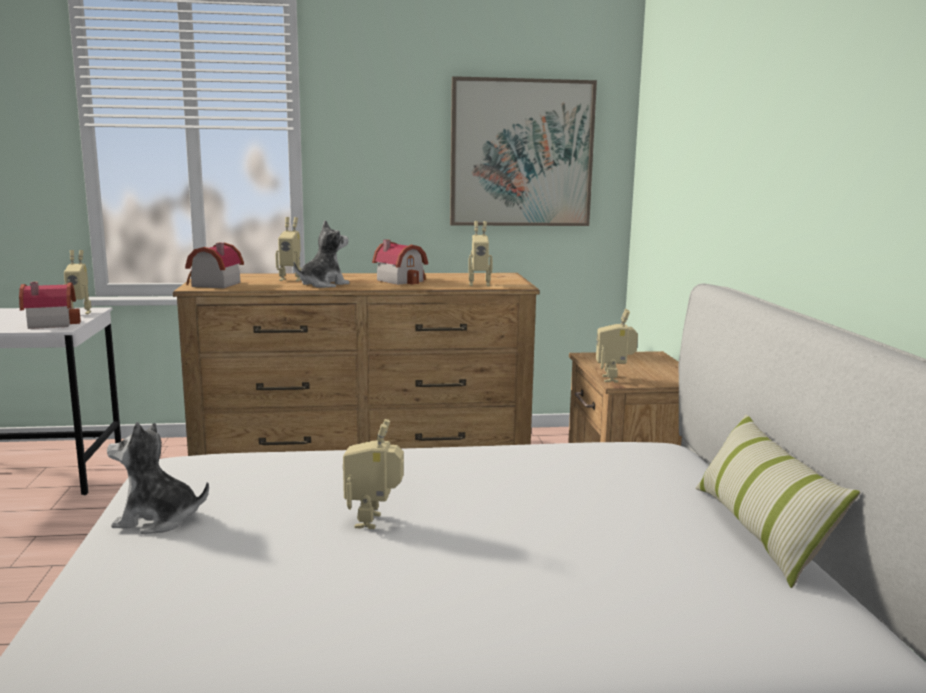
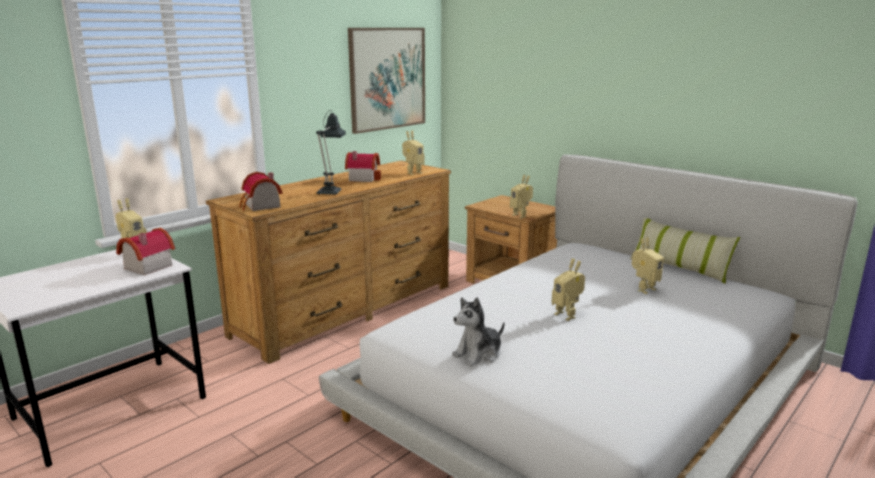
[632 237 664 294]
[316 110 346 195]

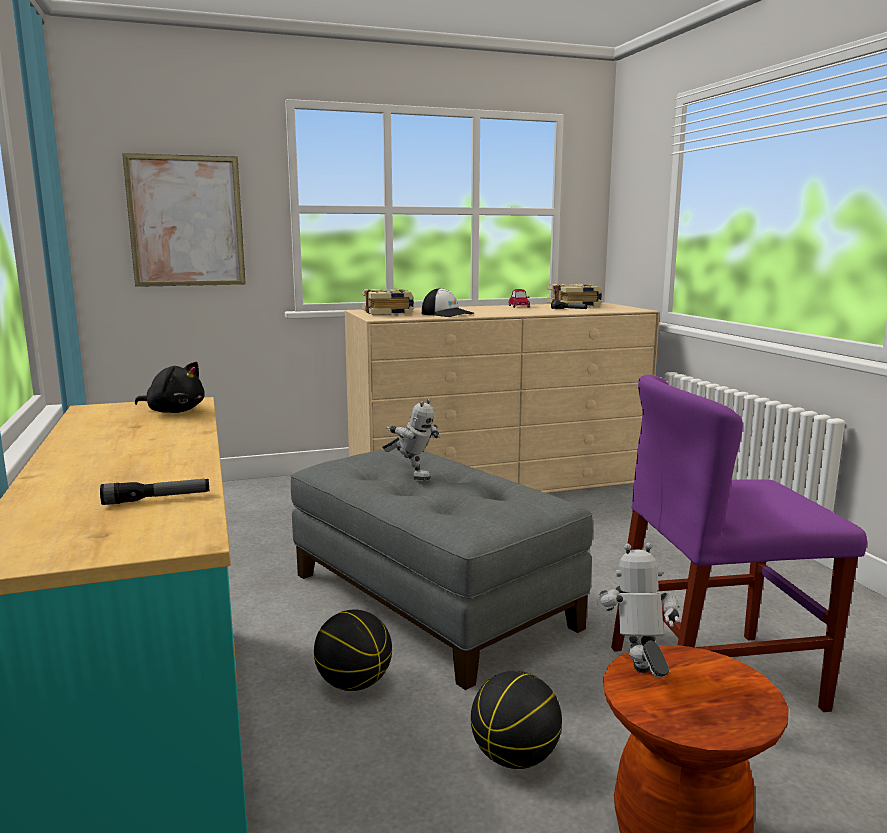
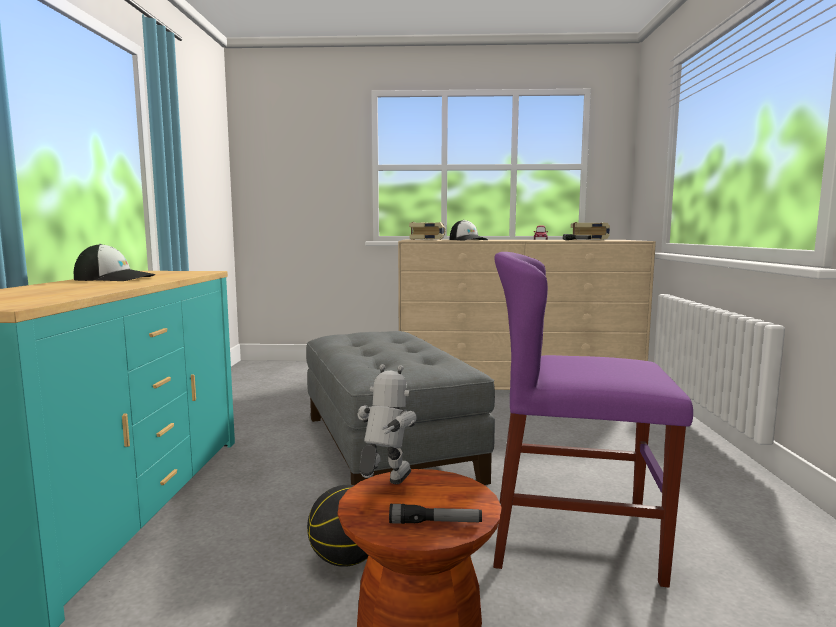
[122 153 246 287] (first image)
[135 362 205 413] (first image)
[314 610 392 691] (first image)
[382 399 440 480] (first image)
[74 244 155 281]
[389 504 482 524]

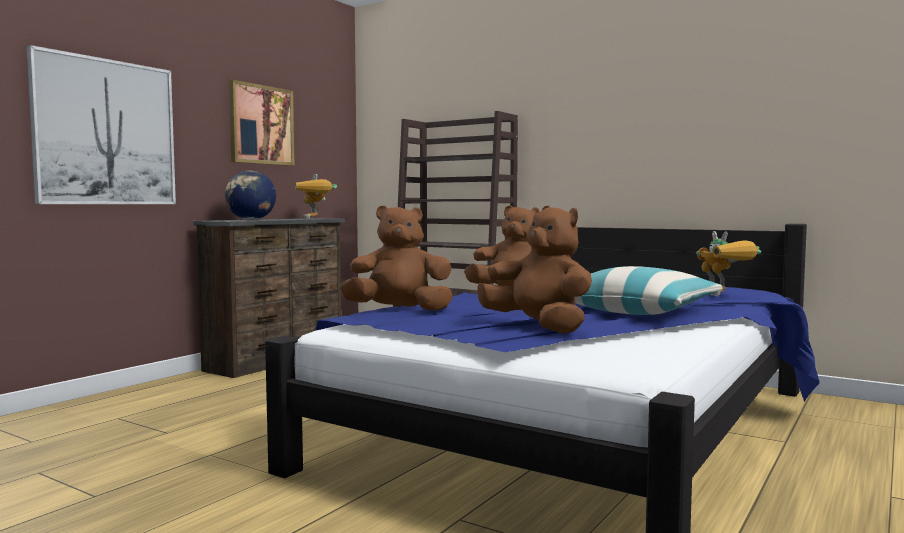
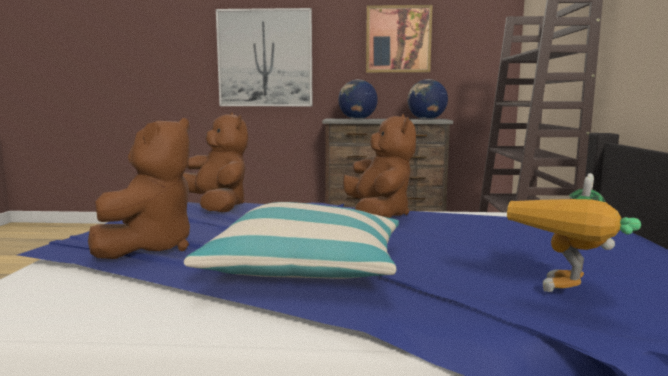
[408 79 448 120]

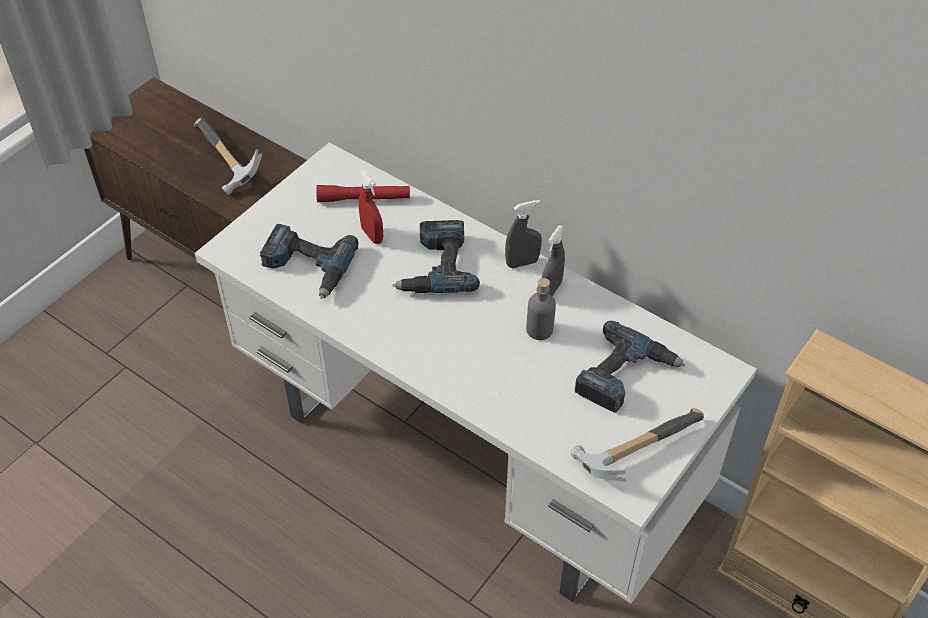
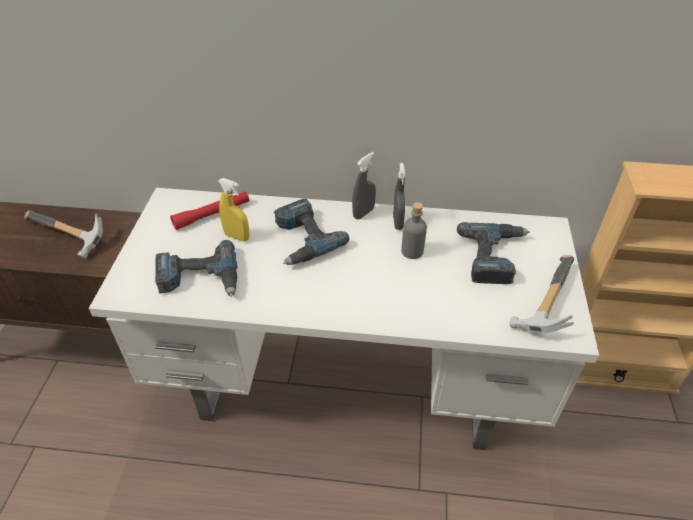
[218 178 250 242]

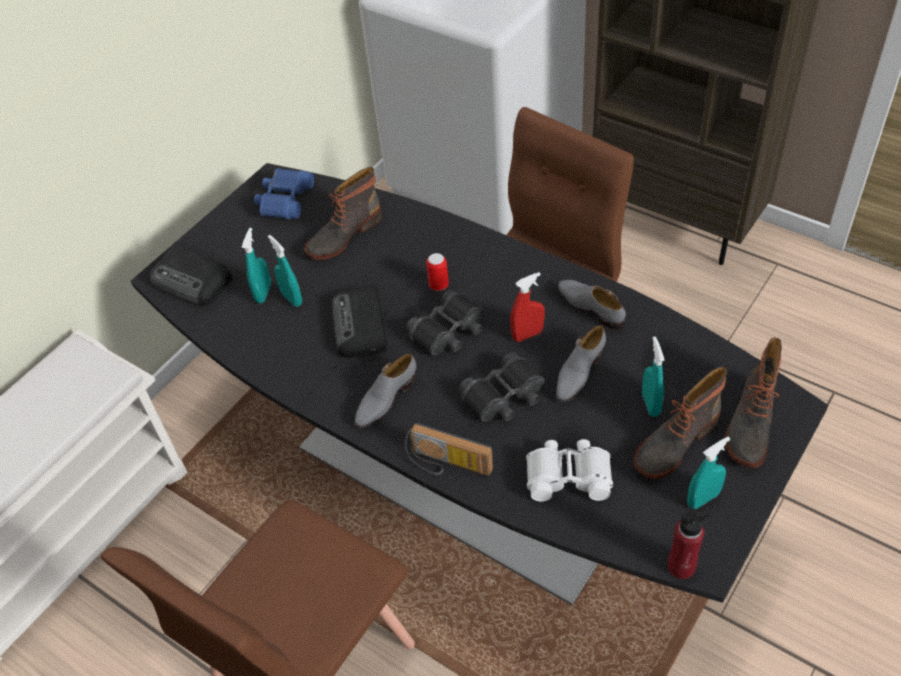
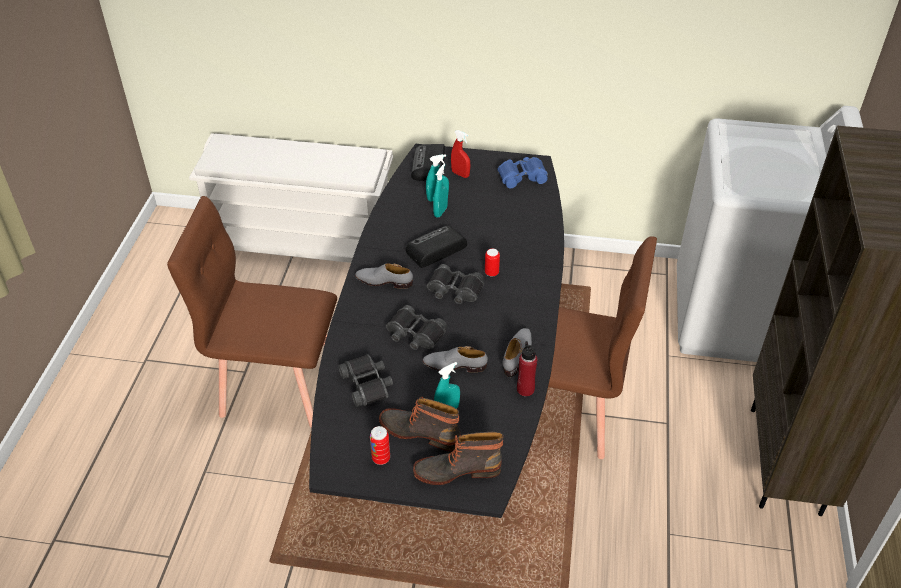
[303 167 382 260] (first image)
[405 423 493 476] (first image)
[451 130 470 178]
[517 341 538 396]
[370 426 390 465]
[338 354 393 407]

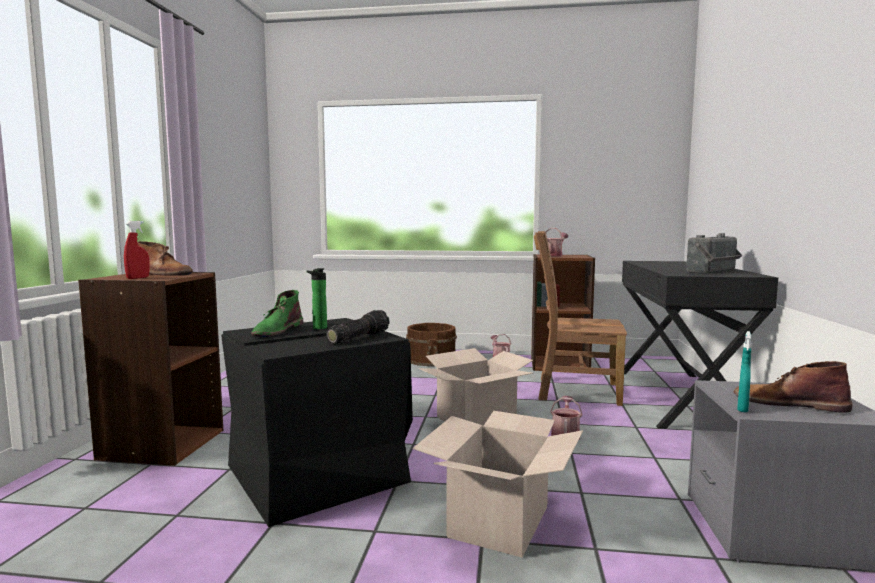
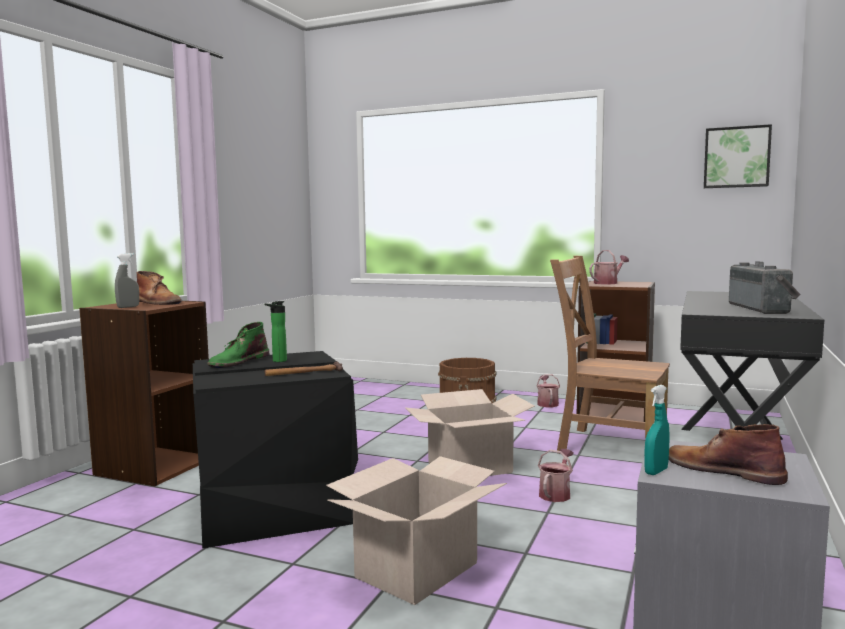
[704 124 772 188]
[265 361 343 376]
[115 253 139 308]
[729 261 801 314]

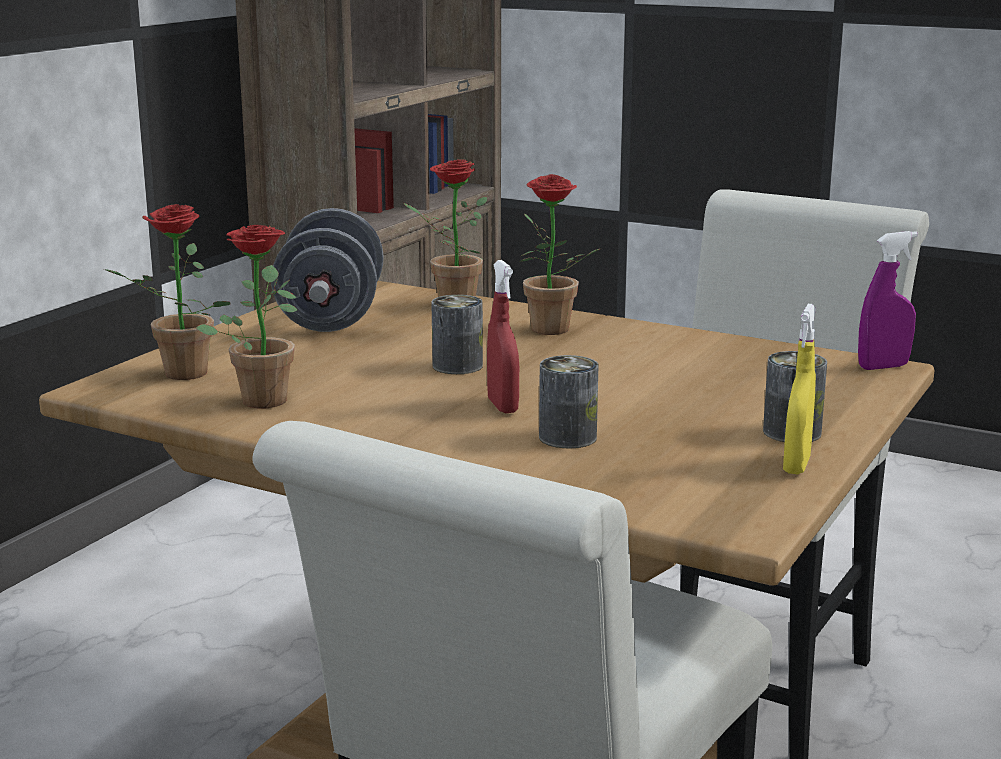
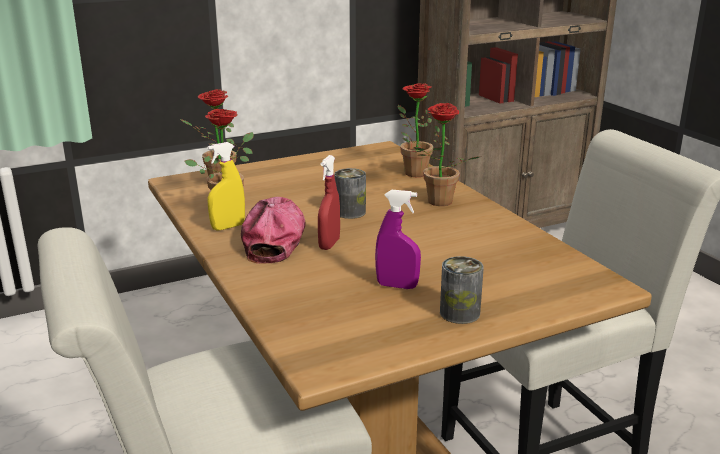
[271 208 384 332] (first image)
[539 355 599 449] (first image)
[241 197 306 263]
[207 142 245 231]
[375 190 421 289]

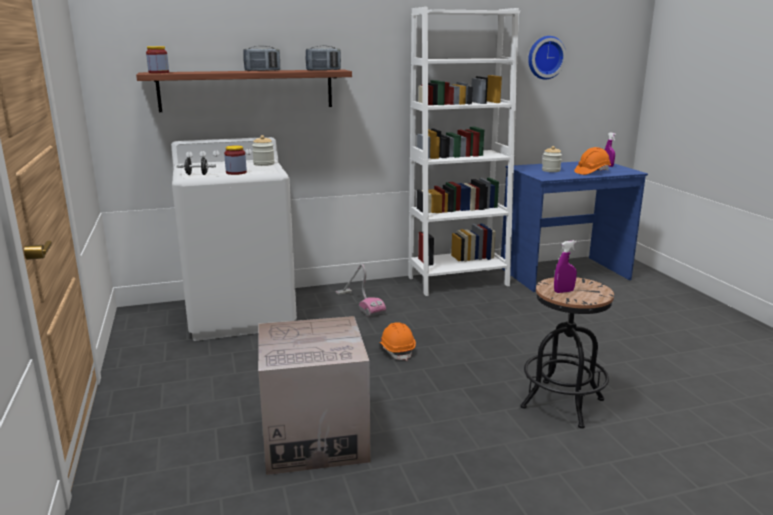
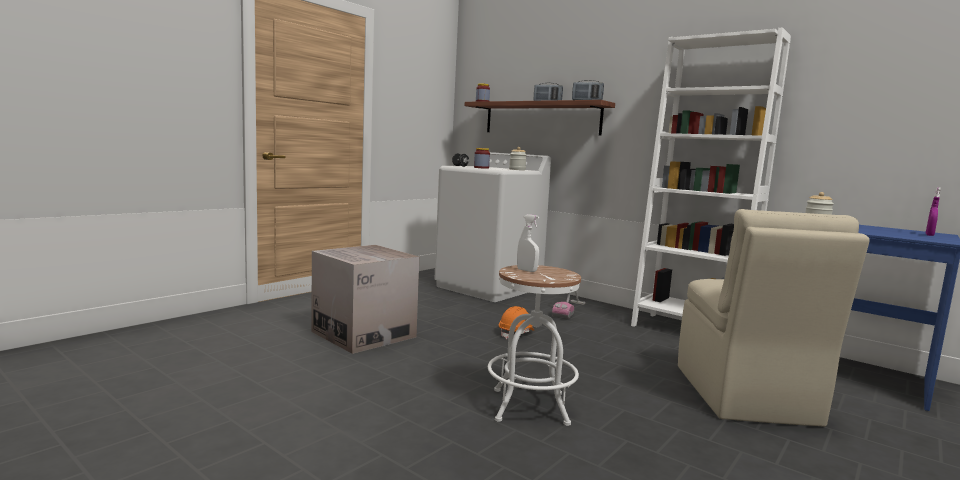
[528 36 566 80] (first image)
[574 147 611 175] (first image)
[678 209 870 427]
[488 265 581 426]
[517 214 539 272]

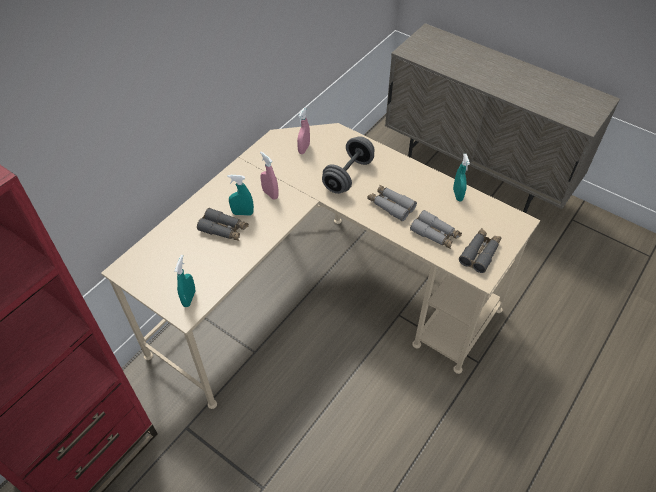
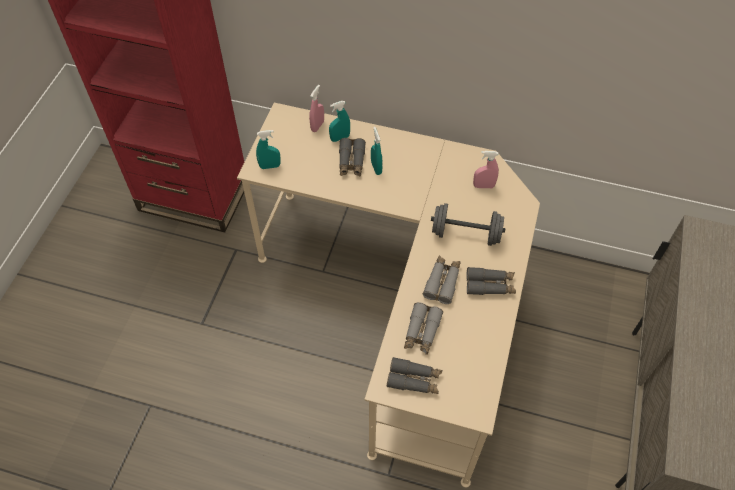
[466 267 516 295]
[309 85 324 132]
[329 101 350 142]

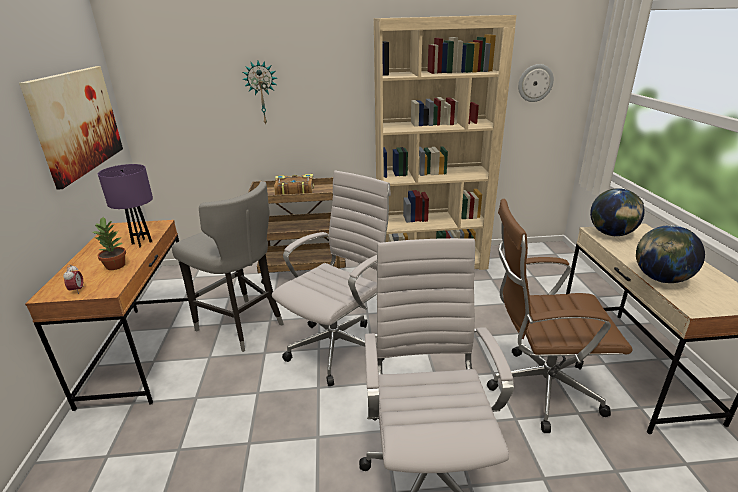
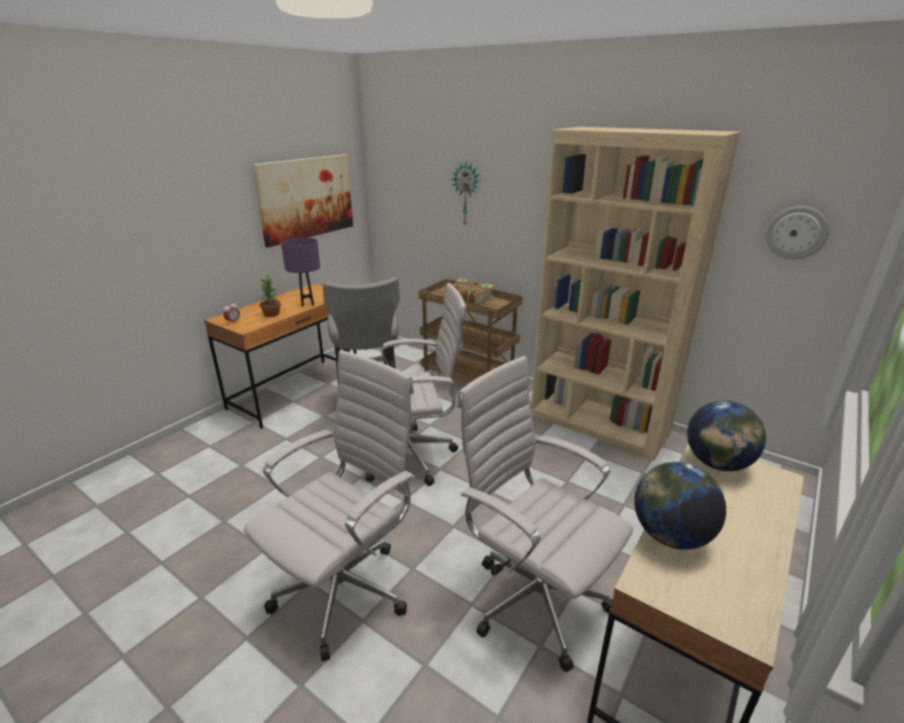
[457 356 633 673]

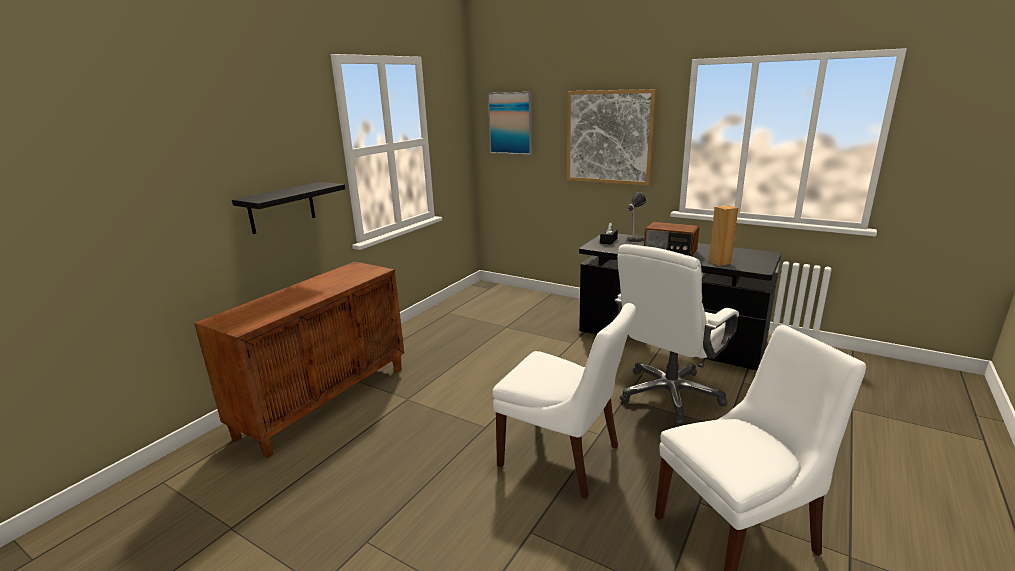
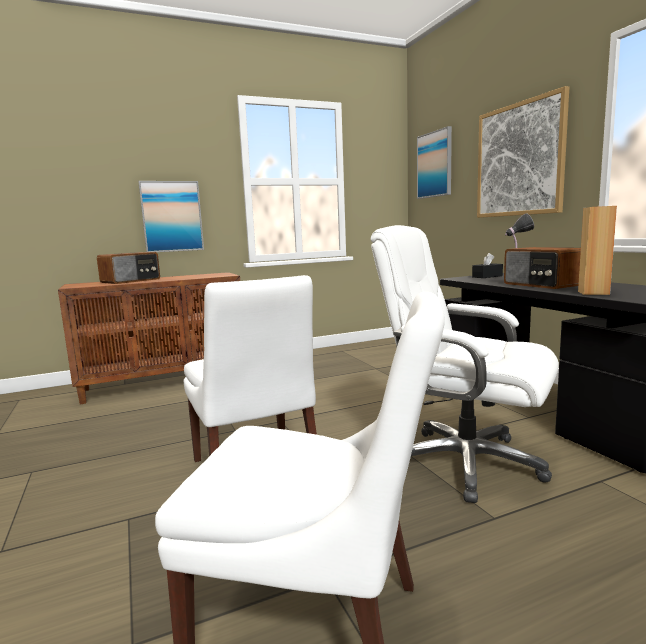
[97 252 160 284]
[138 181 204 252]
[371 225 559 503]

